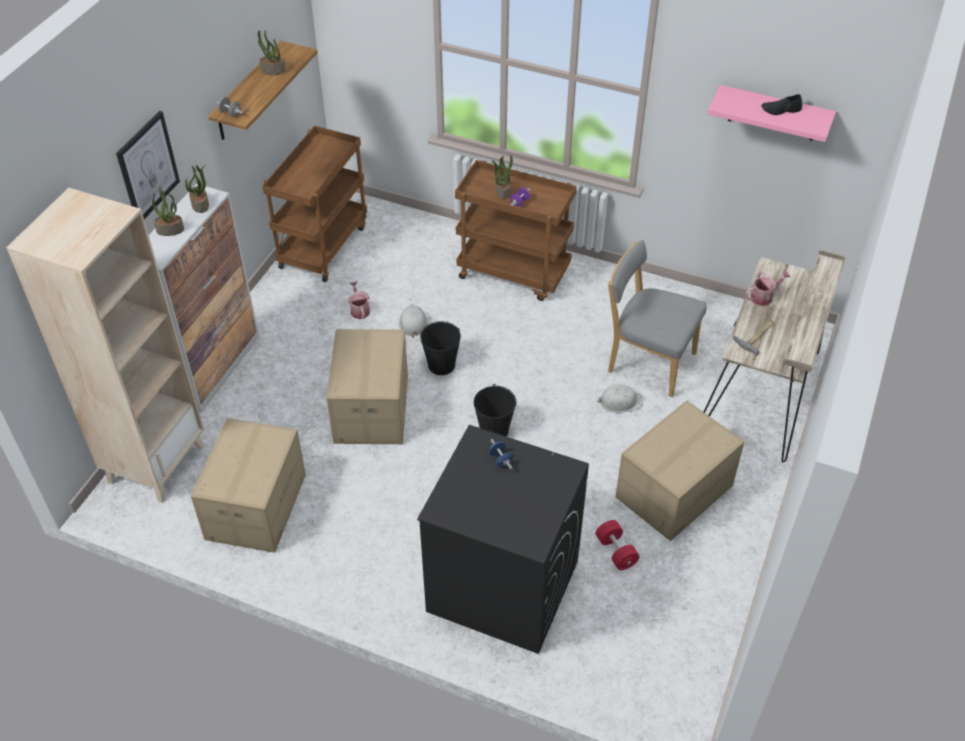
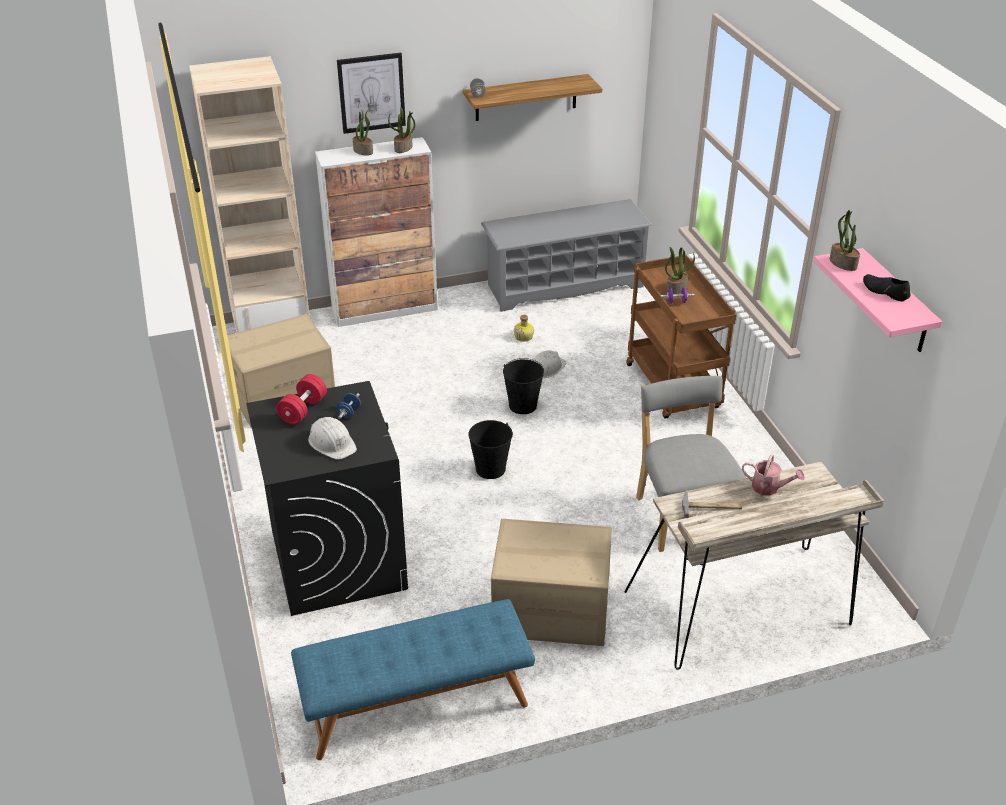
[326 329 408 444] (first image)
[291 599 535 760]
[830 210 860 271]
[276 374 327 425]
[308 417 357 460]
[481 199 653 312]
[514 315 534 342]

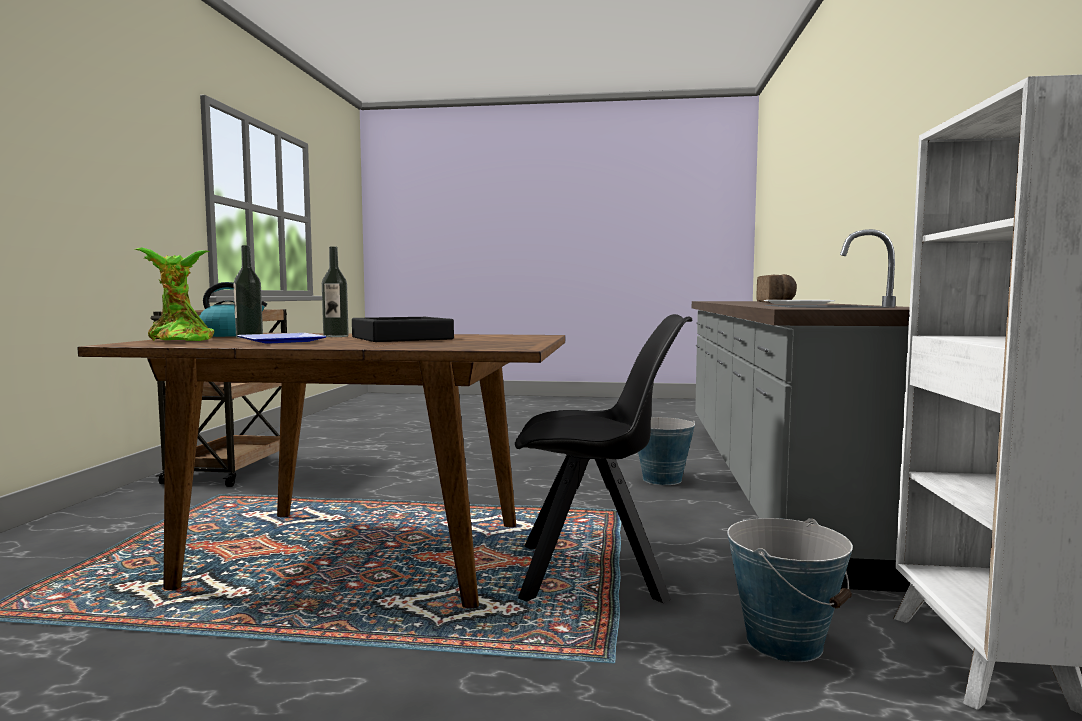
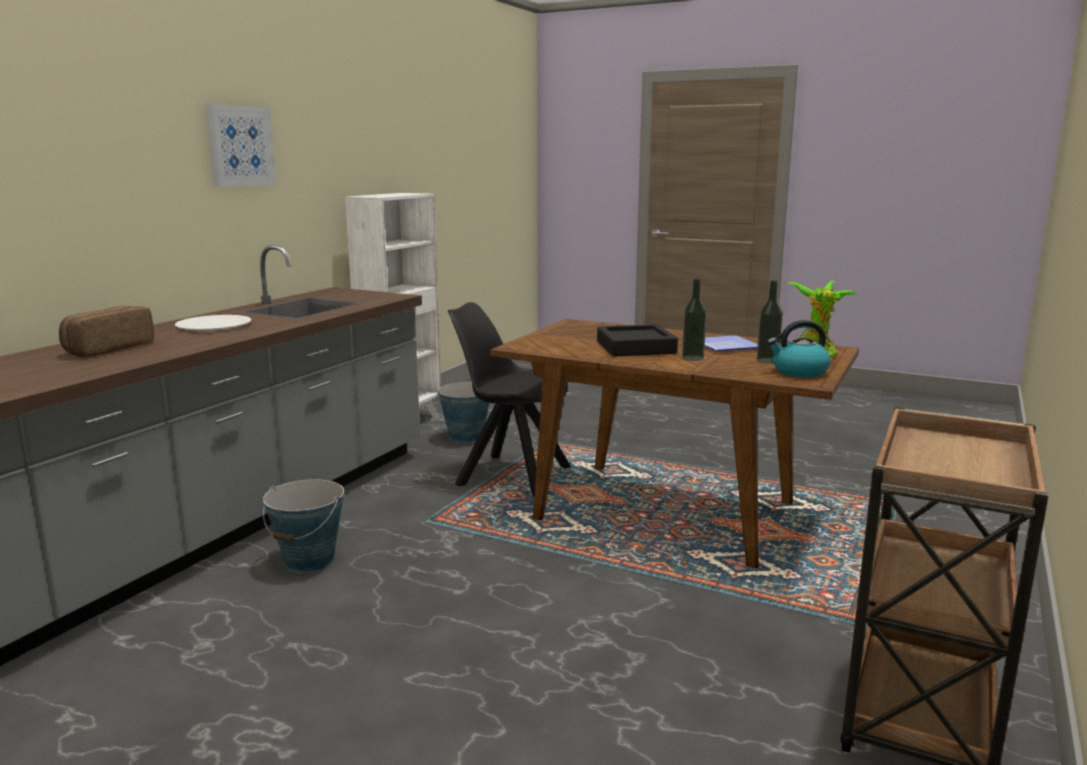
[205 104 276 187]

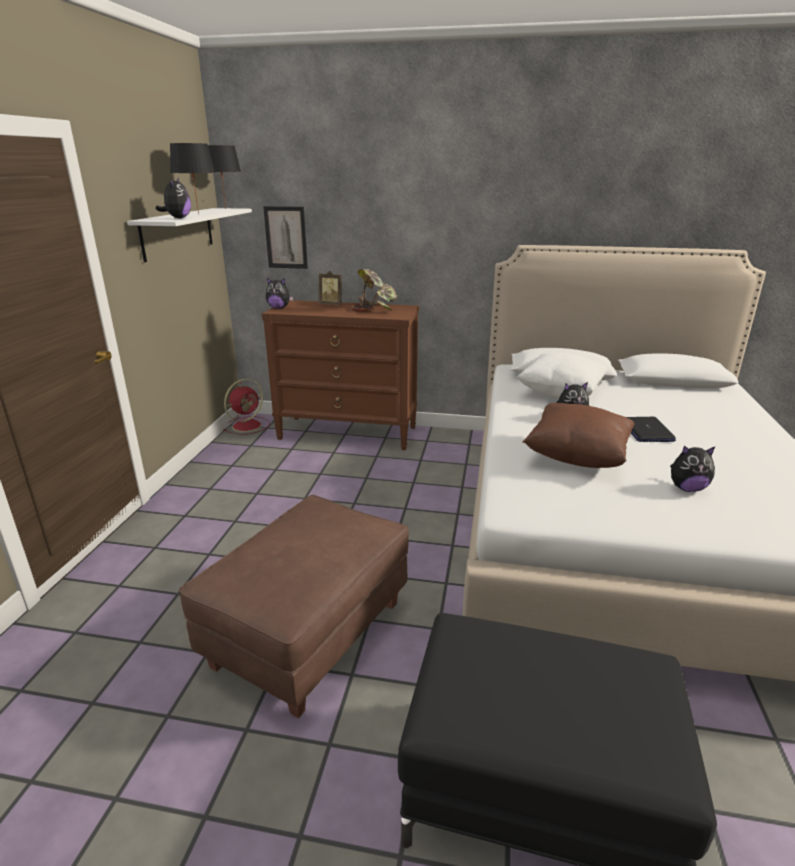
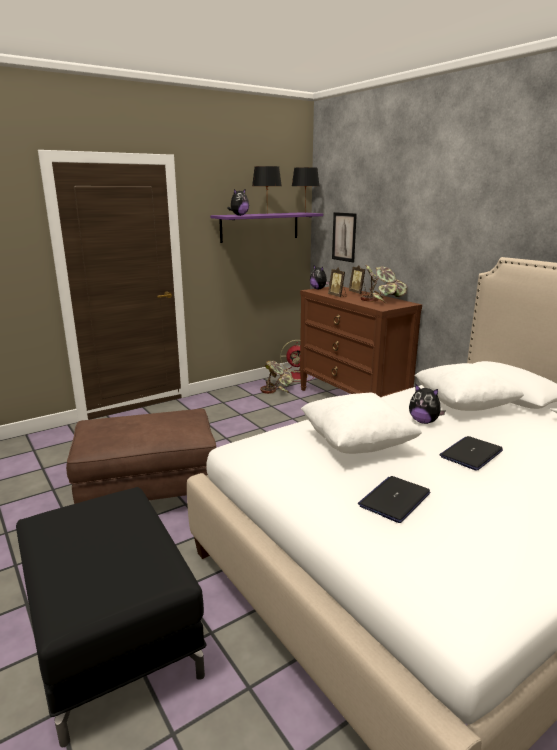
[260 361 294 394]
[328 268 346 297]
[358 476 430 523]
[210 212 323 243]
[301 393 422 454]

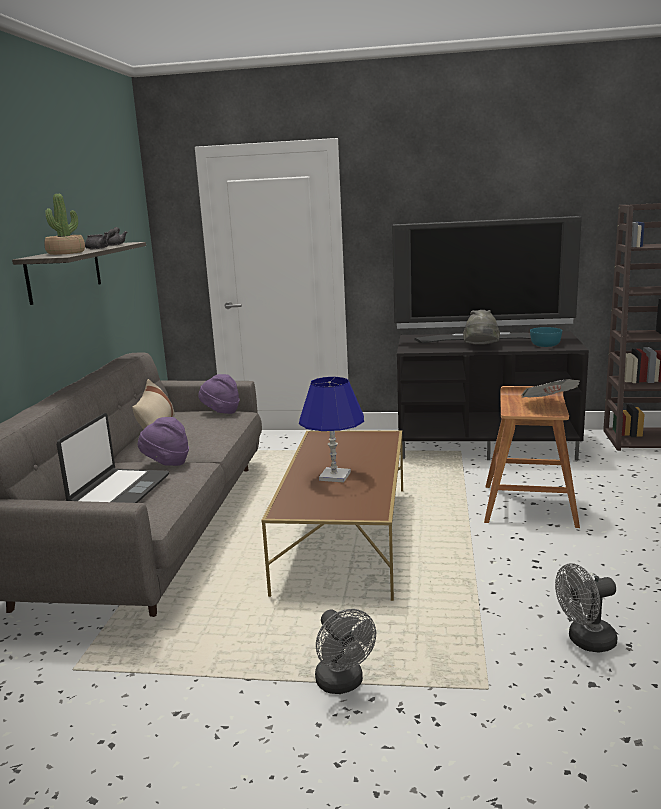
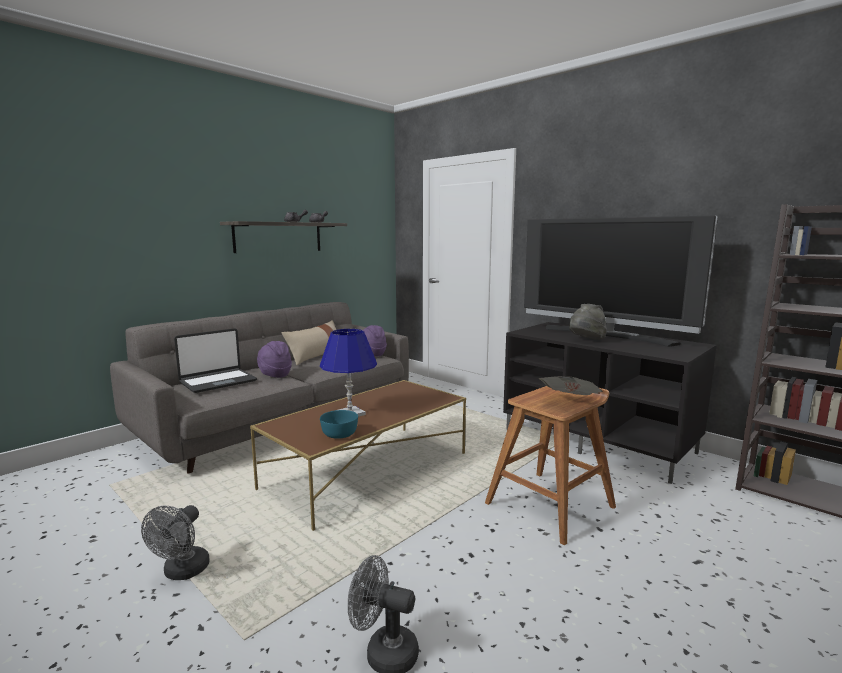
[44 194 85 255] (first image)
[320 410 358 439]

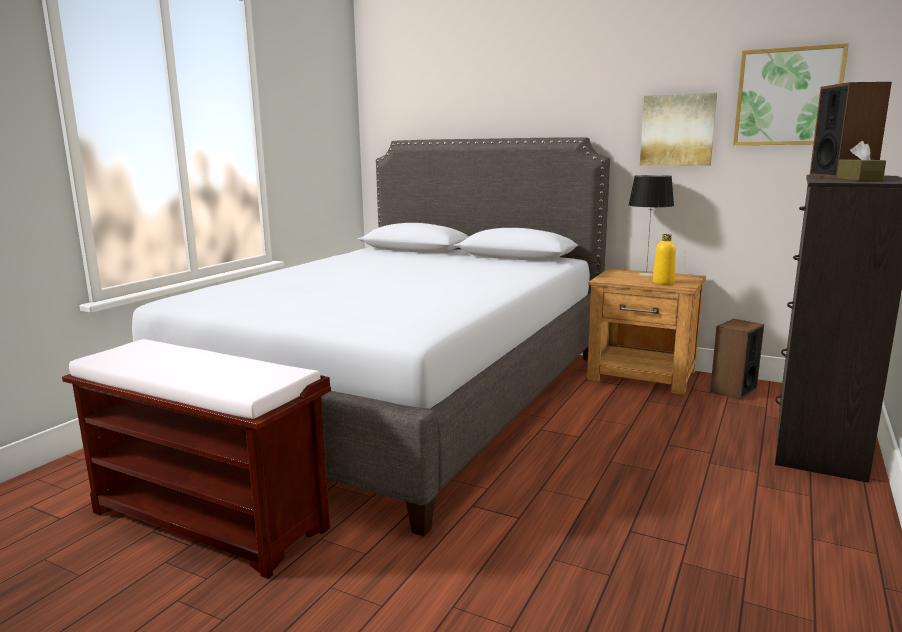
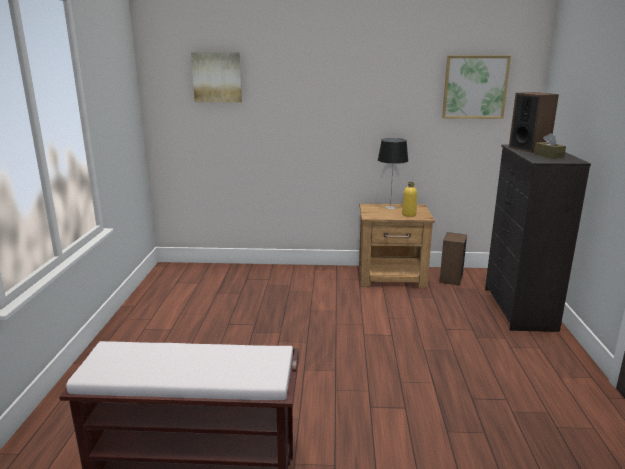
[132 138 610 536] (first image)
[191 52 242 102]

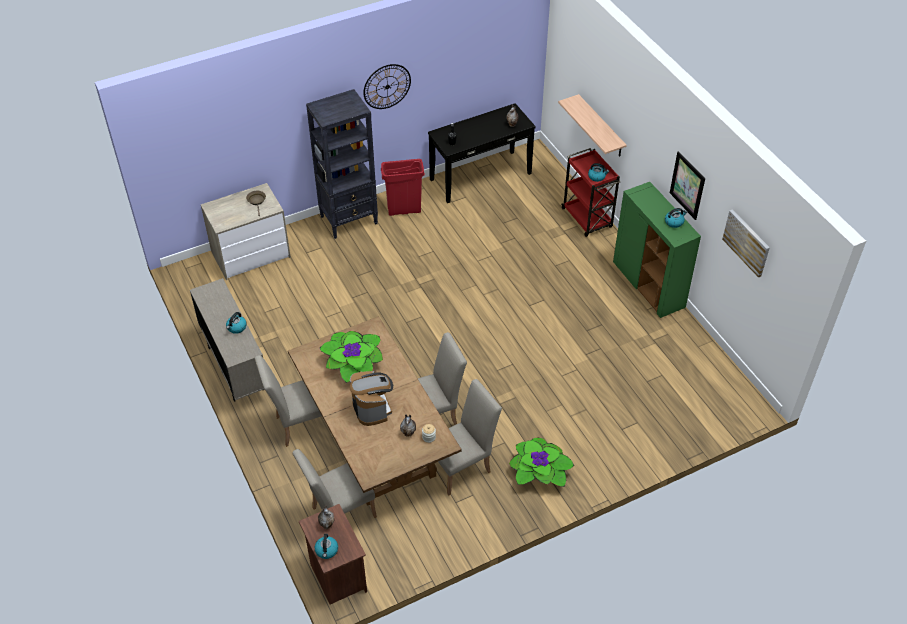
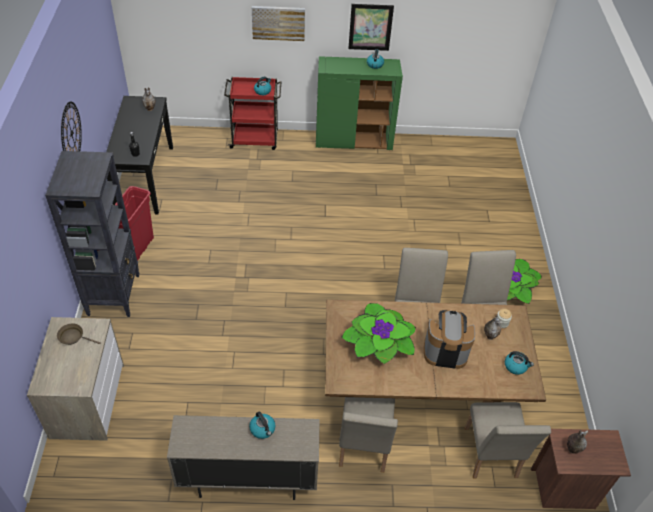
[558 94 627 157] (first image)
[505 351 534 375]
[252 6 305 41]

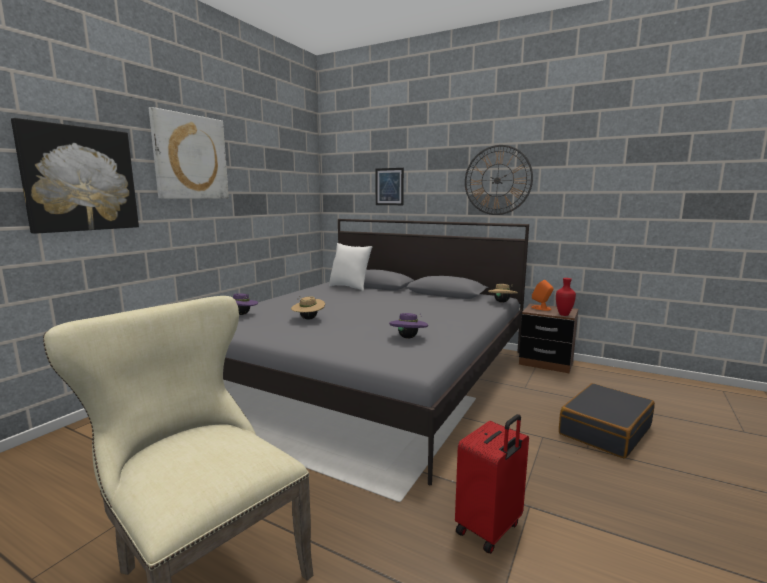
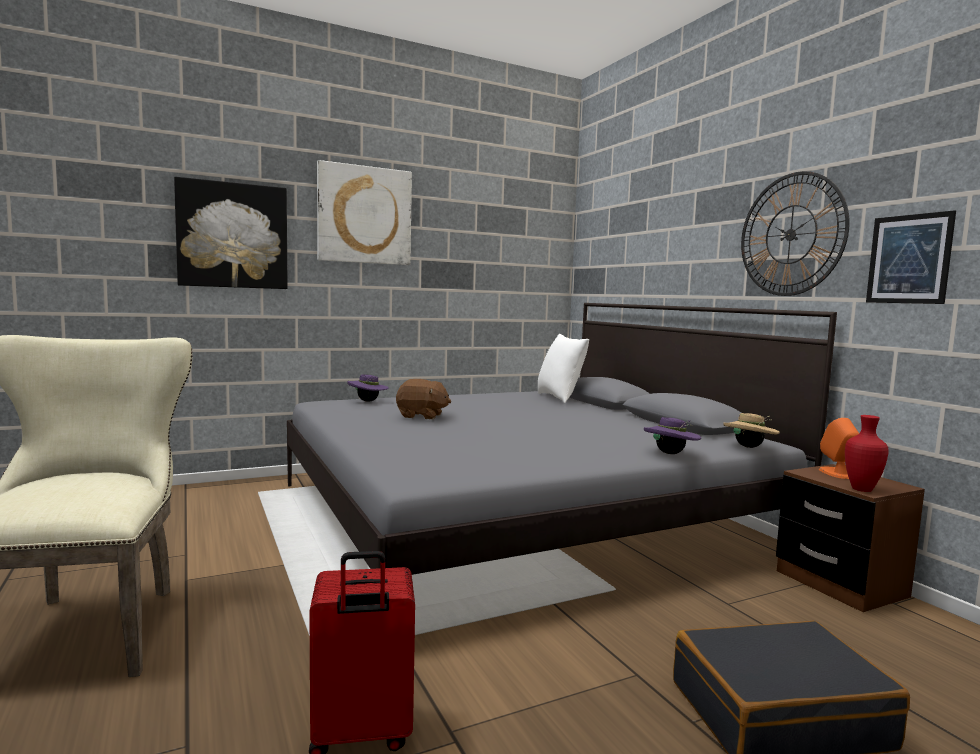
[866 210 956 304]
[644 417 701 454]
[396 379 451 420]

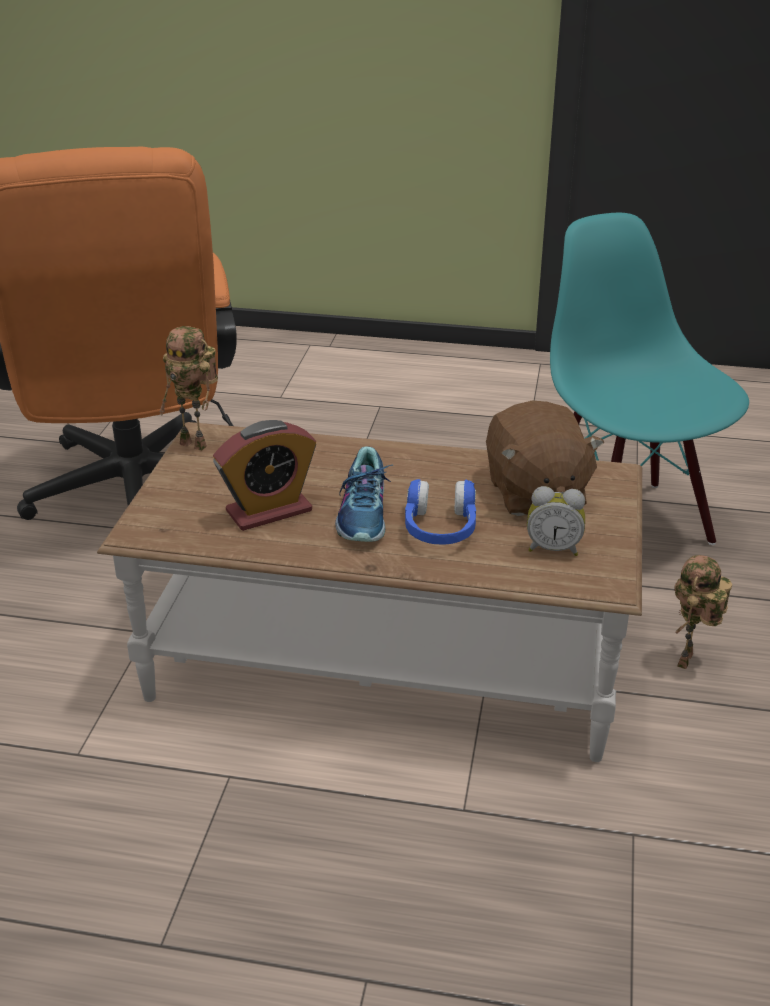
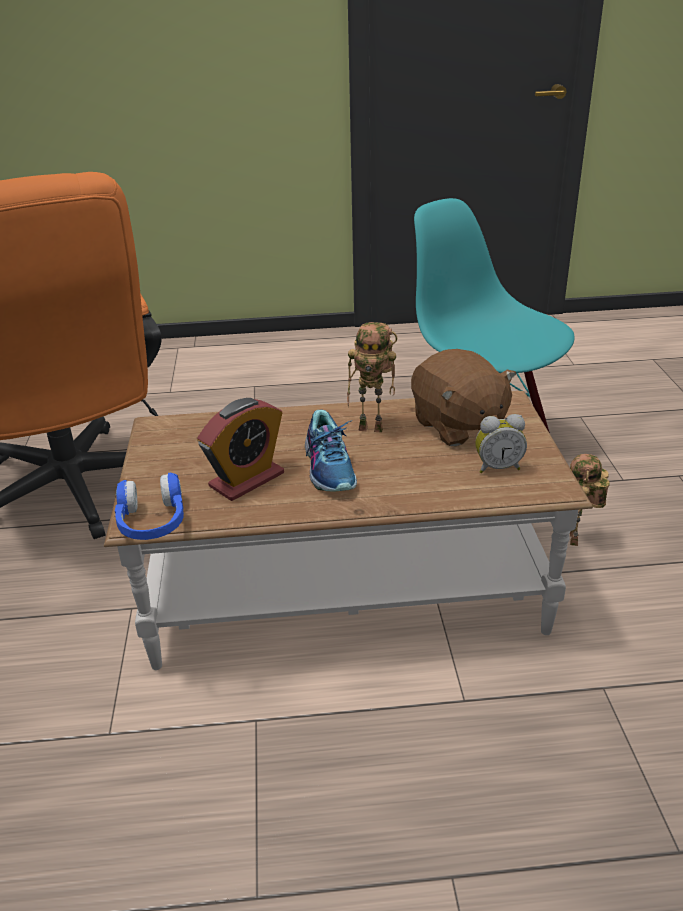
[347 322 397 433]
[115 473 184 540]

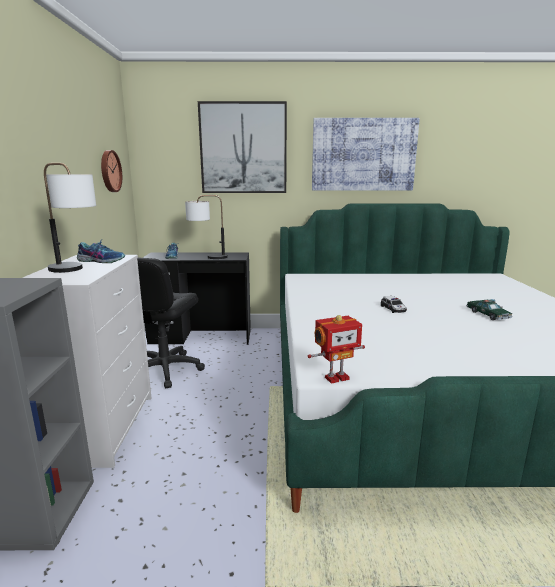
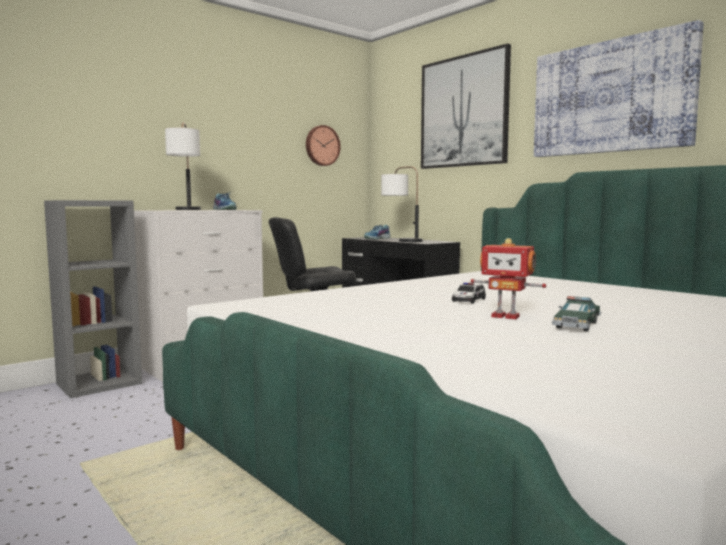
[471 238 546 320]

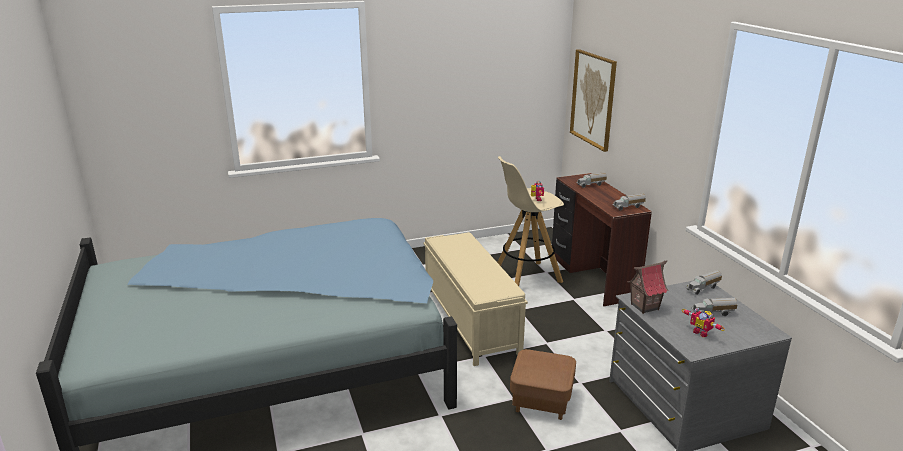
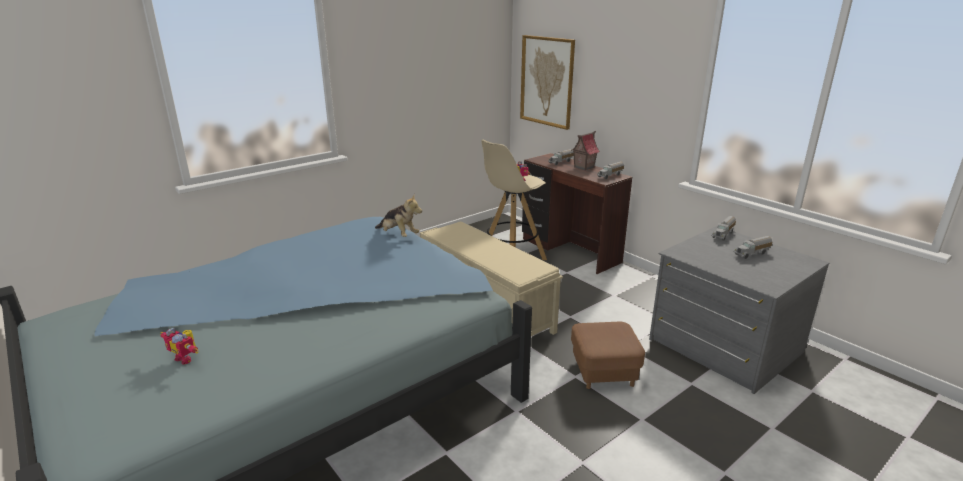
[375 196 422 237]
[571 131 600 171]
[160 328 199 365]

